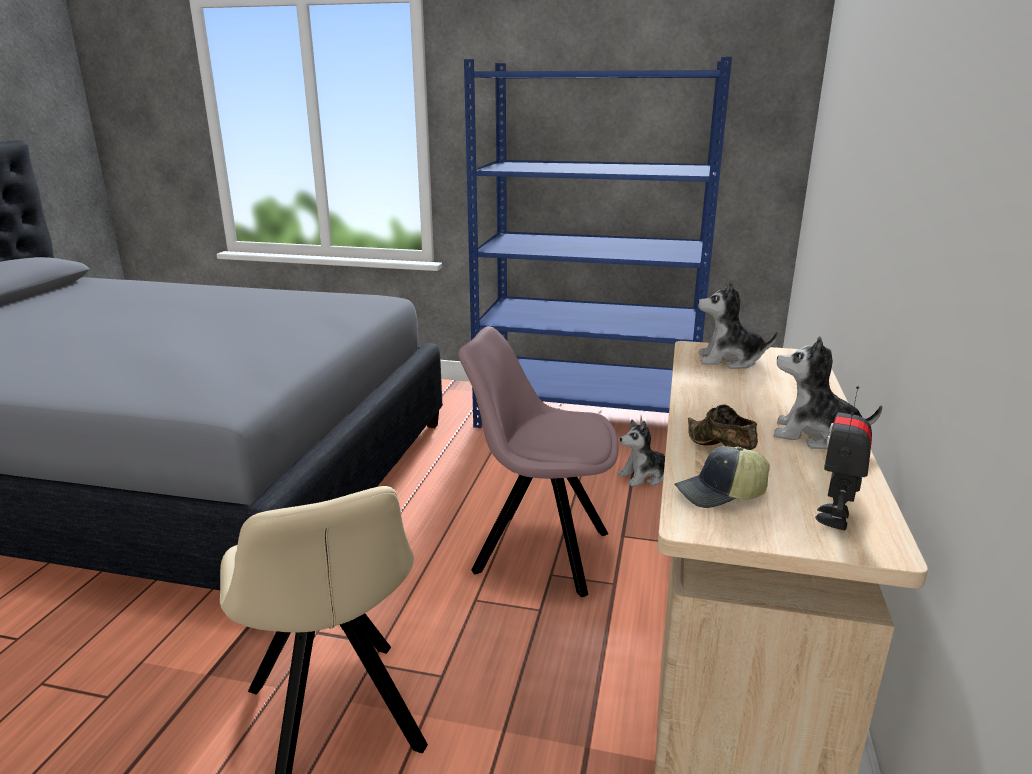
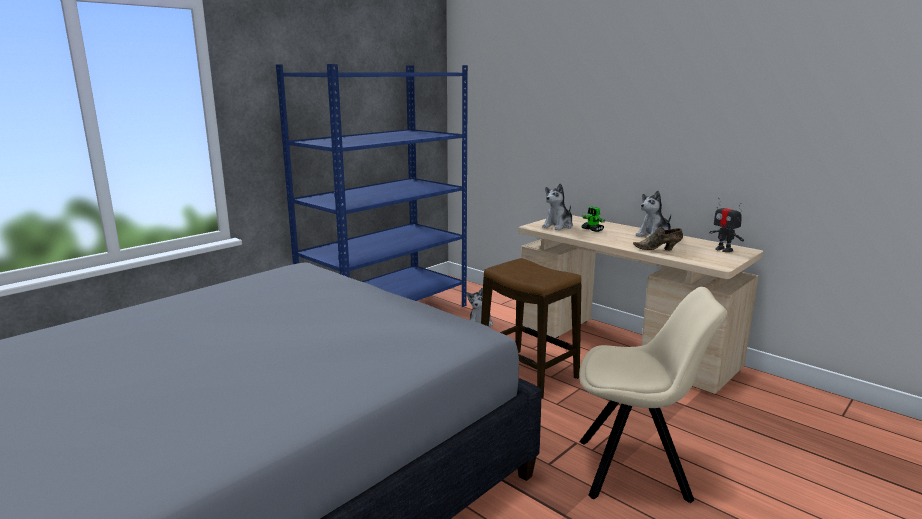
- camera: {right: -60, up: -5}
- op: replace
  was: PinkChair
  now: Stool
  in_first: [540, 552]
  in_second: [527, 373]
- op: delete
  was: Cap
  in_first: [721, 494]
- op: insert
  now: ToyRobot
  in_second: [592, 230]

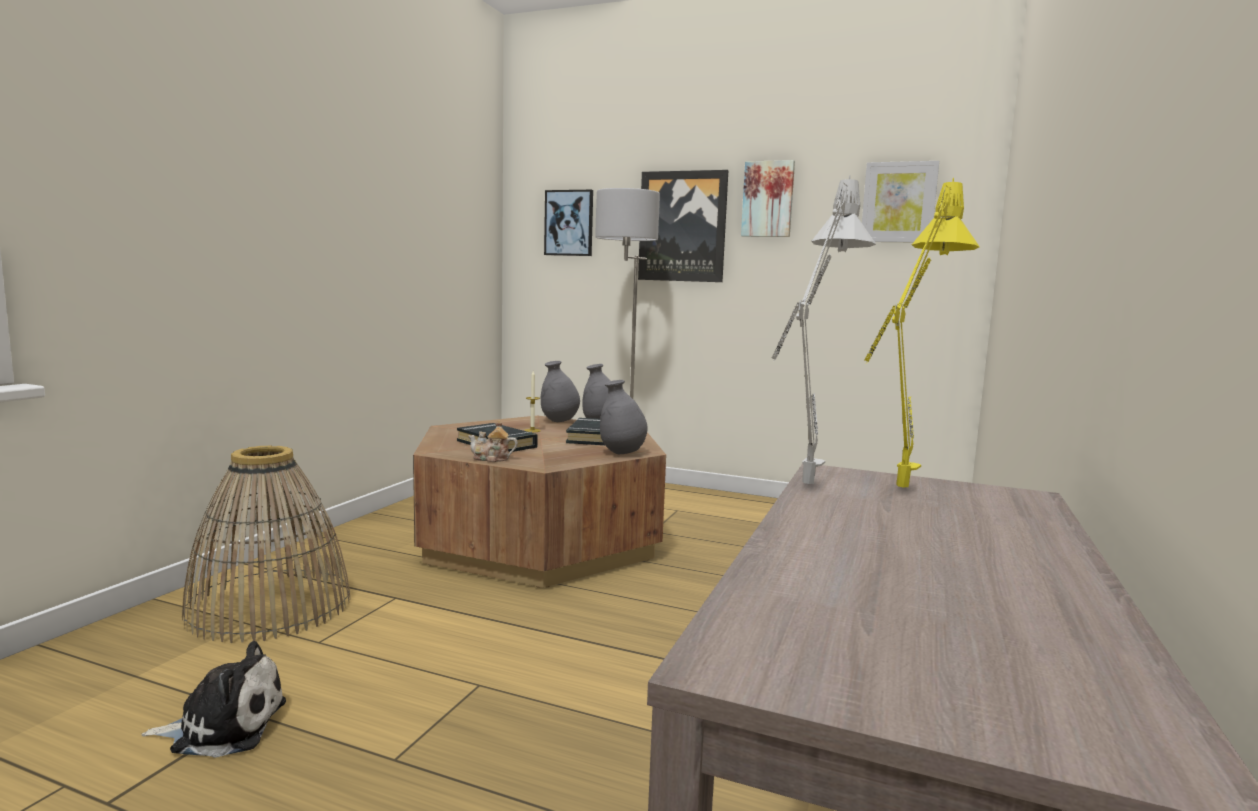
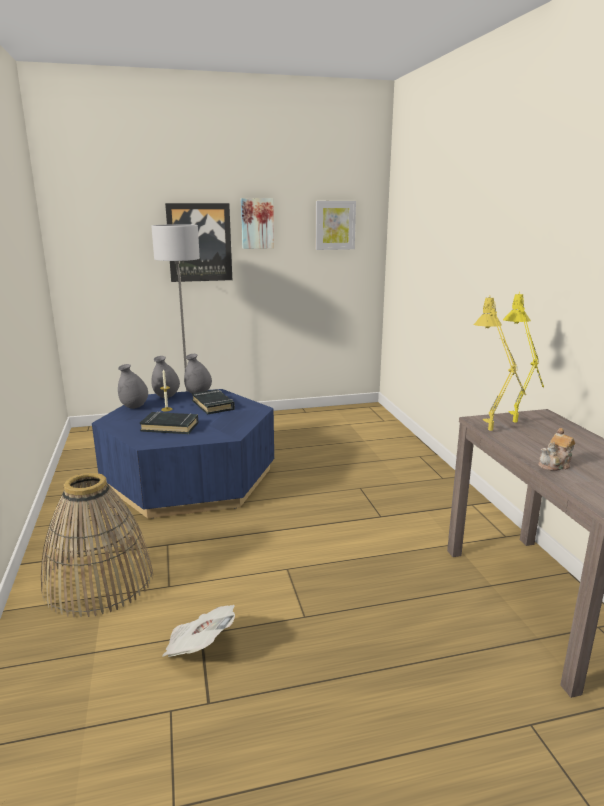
- camera: {right: -35, up: 10}
- op: replace
  was: PlushToy
  now: Newspaper
  in_first: [223, 726]
  in_second: [199, 646]
- op: recolor
  was: BrownCoffeeTable
  now: BlueCoffeeTable
  in_first: [539, 539]
  in_second: [190, 478]
- op: move
  was: Teapot
  in_first: [492, 459]
  in_second: [555, 465]
- op: delete
  was: Picture
  in_first: [569, 223]
- op: move
  was: GreyVase
  in_first: [622, 453]
  in_second: [134, 407]
- op: recolor
  was: GreyTableLamp
  now: YellowTableLamp
  in_first: [803, 491]
  in_second: [493, 434]

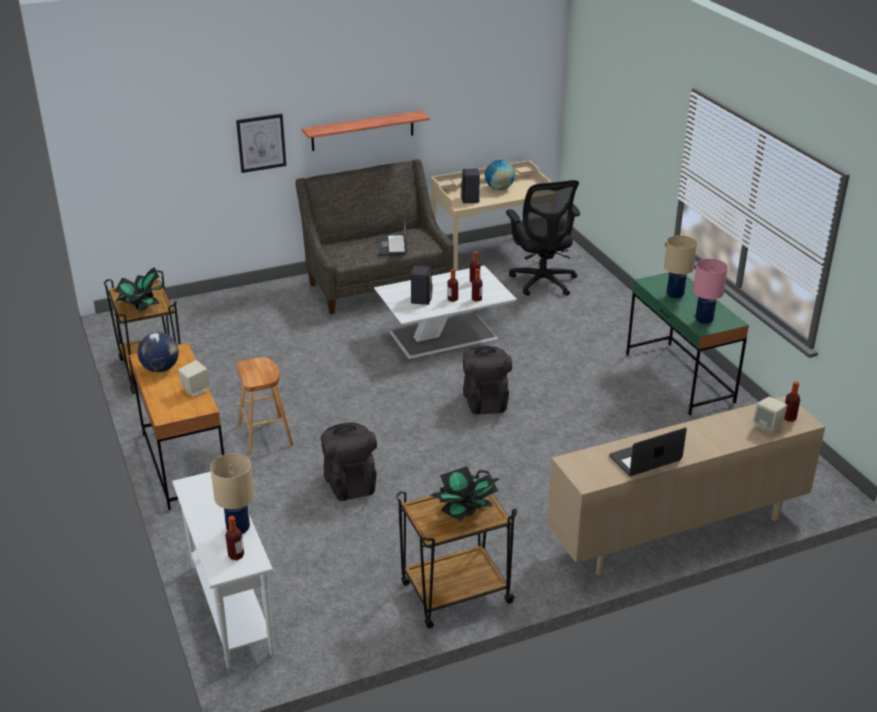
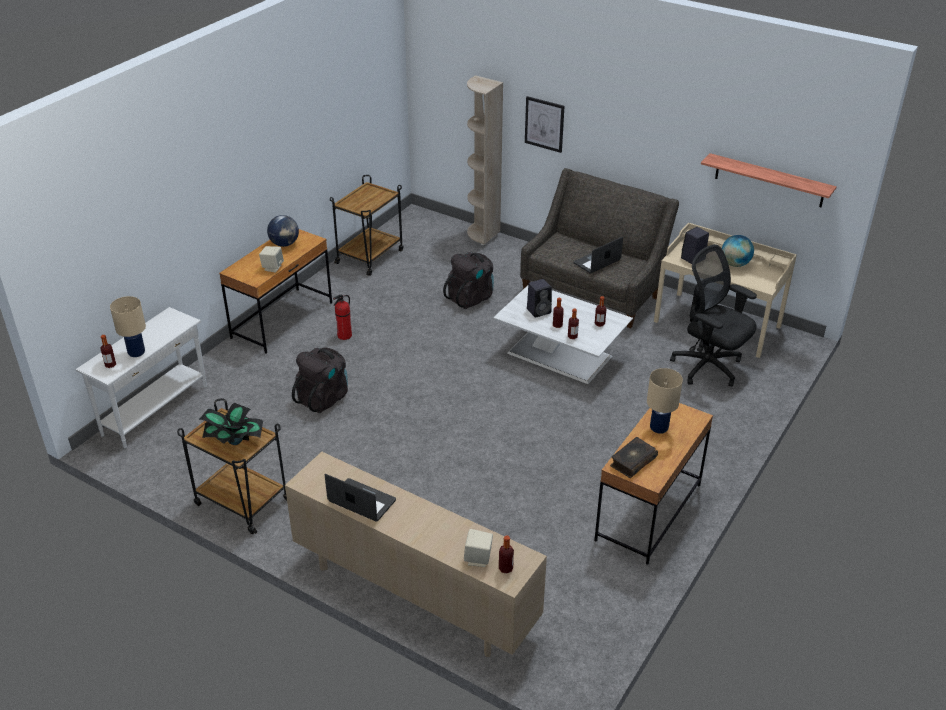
- camera: {right: 55, up: 5}
- op: delete
  was: PottedPlant
  in_first: [141, 308]
- op: replace
  was: BrownStool
  now: FireExtinguisher
  in_first: [265, 435]
  in_second: [344, 336]
- op: move
  was: Shelf
  in_first: [362, 131]
  in_second: [769, 180]
- op: move
  was: BlackBackpack
  in_first: [485, 401]
  in_second: [471, 297]
- op: rotate
  was: BlackOfficeChair
  in_first: [541, 280]
  in_second: [711, 368]
  clockwise: 90
- op: recolor
  was: GreenDesk
  now: BrownDesk
  in_first: [679, 378]
  in_second: [648, 512]
- op: replace
  was: PinkTableLamp
  now: Book
  in_first: [703, 320]
  in_second: [632, 462]
- op: insert
  now: BeigeBookcase
  in_second: [481, 237]

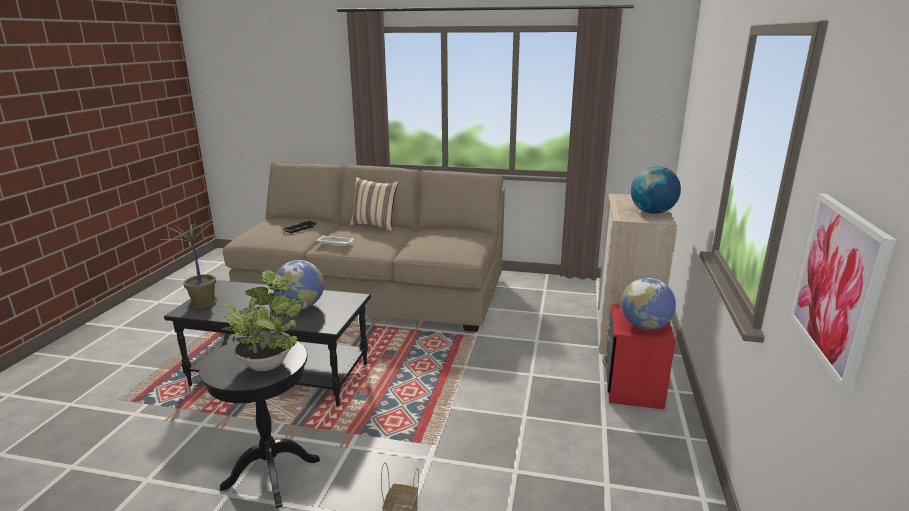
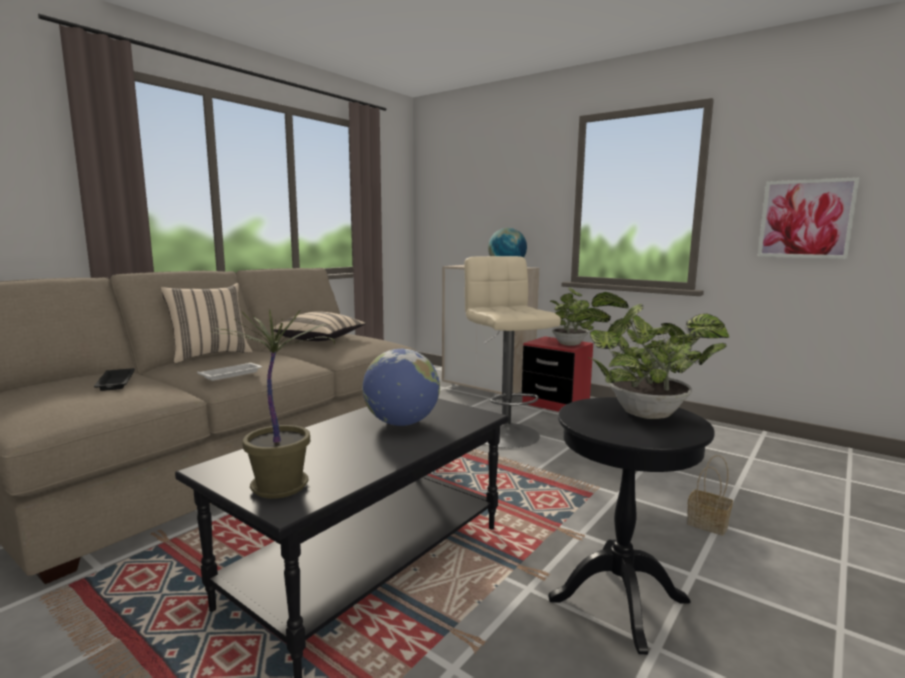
- camera: {right: -65, up: -10}
- op: replace
  was: Globe
  now: PottedPlant
  in_first: [644, 326]
  in_second: [569, 343]
- op: insert
  now: BeigePillow
  in_second: [320, 340]
- op: insert
  now: BeigeStool
  in_second: [506, 435]

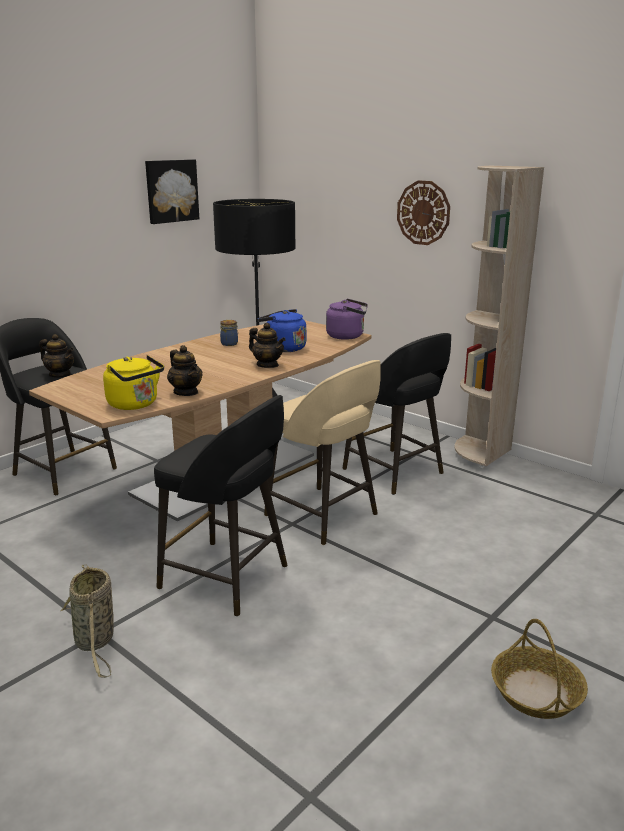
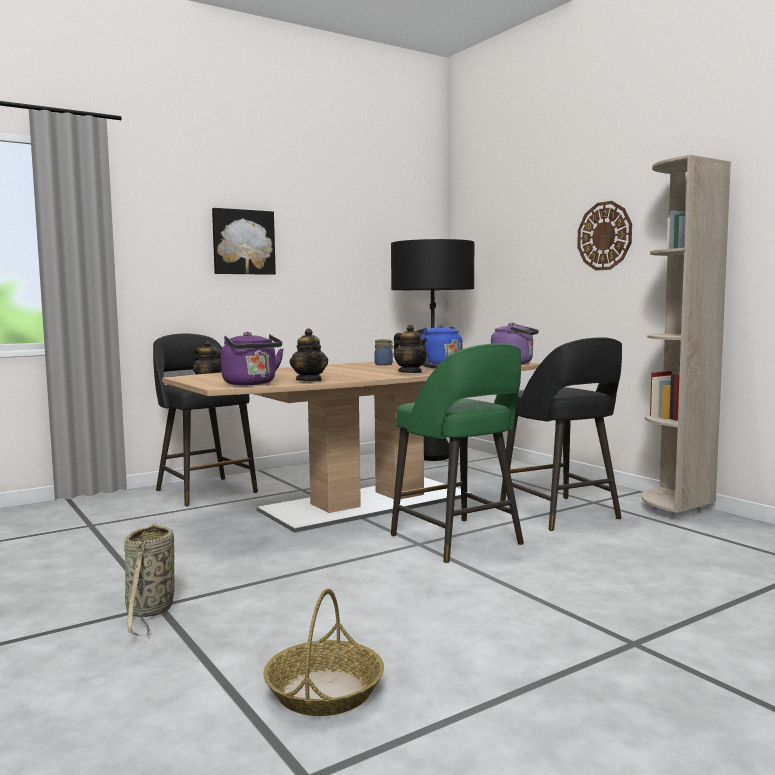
- camera: {right: 15, up: -15}
- op: recolor
  was: YellowKettle
  now: PurpleKettle
  in_first: [135, 404]
  in_second: [251, 384]
- op: move
  was: Picture
  in_first: [171, 191]
  in_second: [243, 242]
- op: delete
  was: BlackStool
  in_first: [227, 578]
- op: recolor
  was: BeigeStool
  now: GreenStool
  in_first: [323, 516]
  in_second: [458, 541]
- op: move
  was: Basket
  in_first: [536, 693]
  in_second: [324, 692]

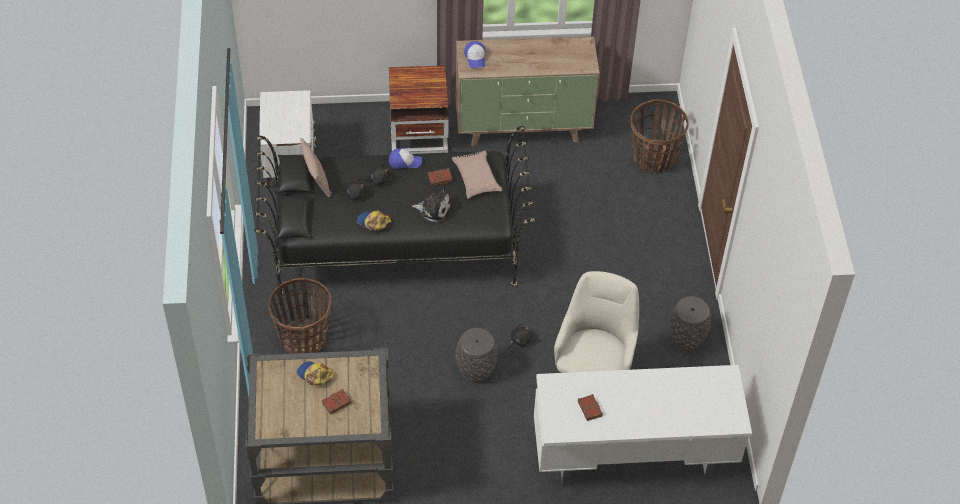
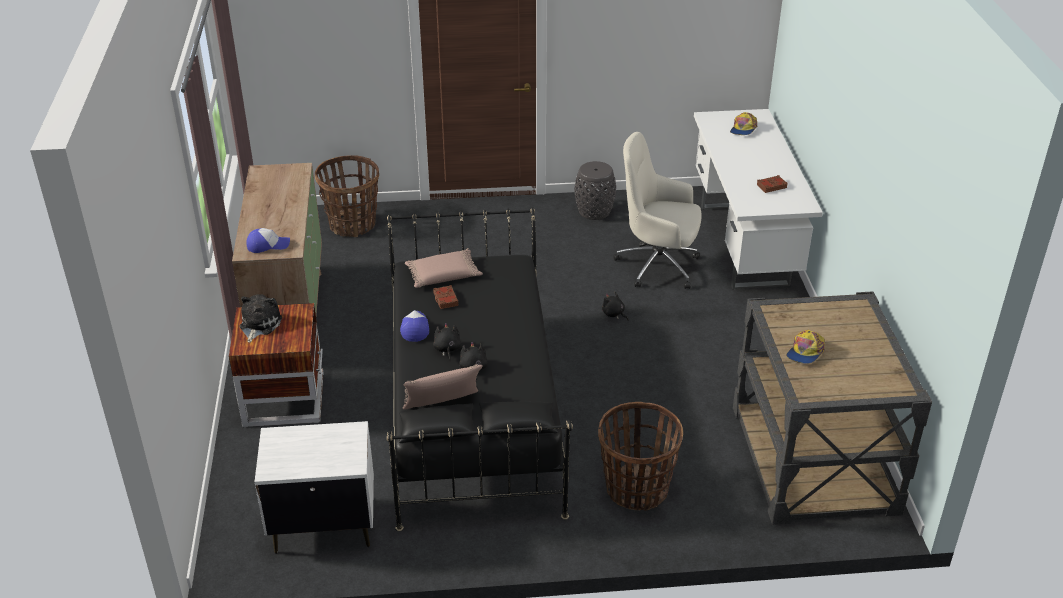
- camera: {right: -90, up: -15}
- op: delete
  was: BrownBook
  in_first: [336, 403]
- op: move
  was: Cap
  in_first: [373, 222]
  in_second: [743, 129]
- op: move
  was: PlushToy
  in_first: [433, 209]
  in_second: [259, 325]
- op: delete
  was: GreyStool
  in_first: [476, 369]

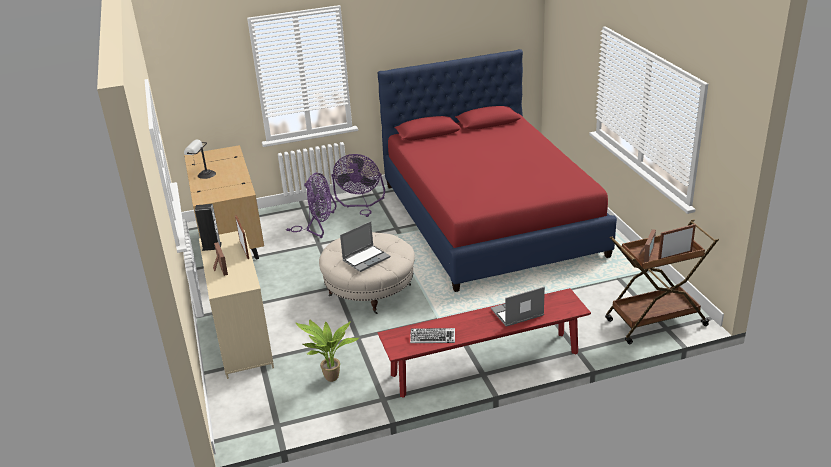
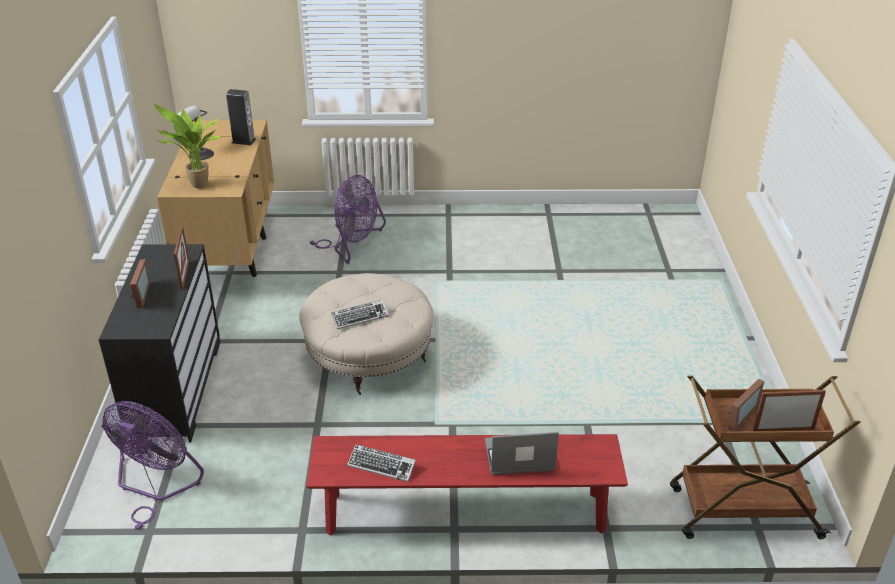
- camera: {right: 15, up: 5}
- op: move
  was: Speaker
  in_first: [211, 246]
  in_second: [243, 141]
- op: recolor
  was: BeigeDresser
  now: BlackDresser
  in_first: [242, 339]
  in_second: [175, 388]
- op: move
  was: PottedPlant
  in_first: [331, 379]
  in_second: [197, 186]
- op: move
  was: PurpleFan
  in_first: [360, 203]
  in_second: [151, 485]
- op: replace
  was: Laptop
  now: Keyboard
  in_first: [366, 259]
  in_second: [359, 317]
- op: delete
  was: RedBed
  in_first: [489, 219]

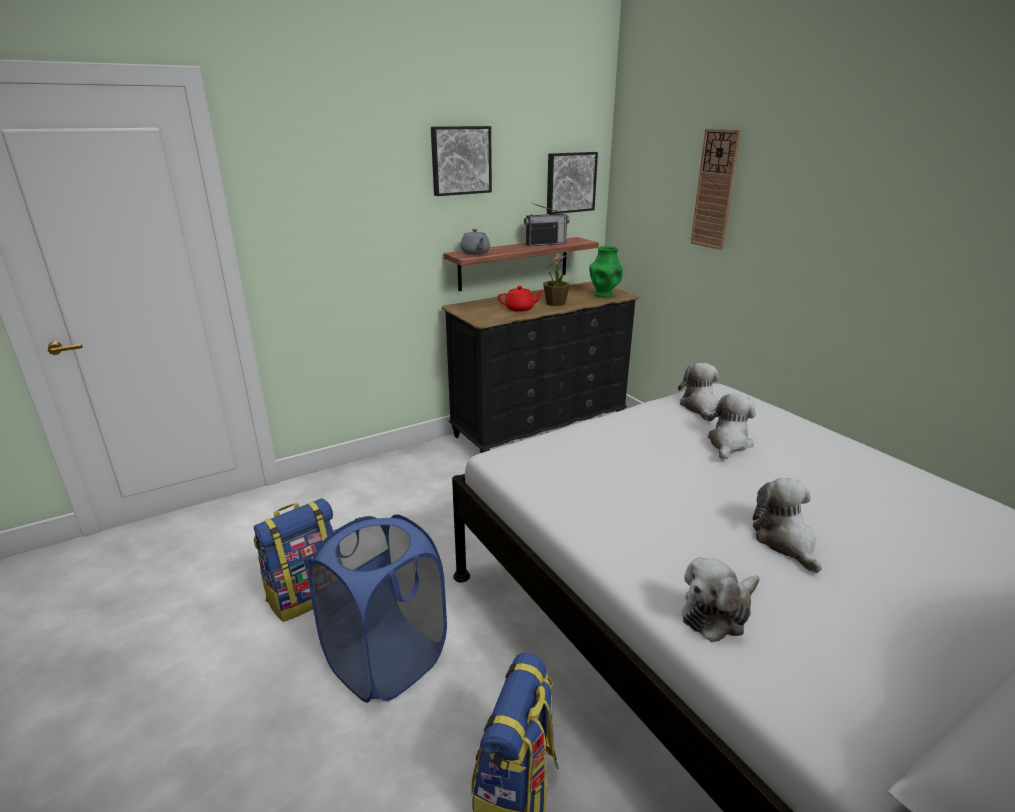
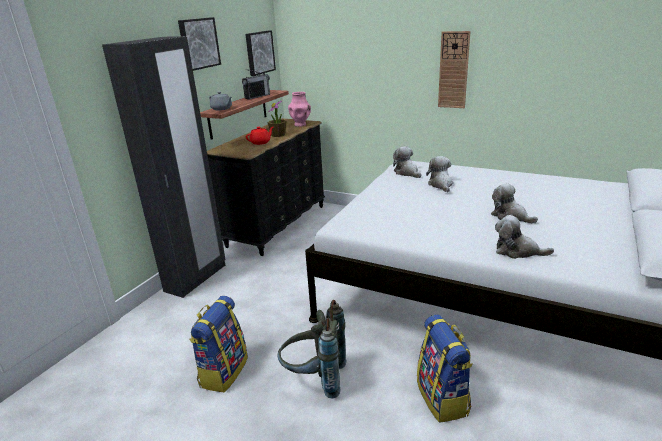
- camera: {right: -30, up: 0}
- op: replace
  was: BlueLaundryBasket
  now: GreyBackpack
  in_first: [386, 661]
  in_second: [315, 379]
- op: recolor
  was: GreenVase
  now: PinkVase
  in_first: [604, 295]
  in_second: [300, 125]
- op: rotate
  was: PlushToy
  in_first: [718, 612]
  in_second: [517, 251]
  clockwise: 90
- op: move
  was: WallClock
  in_first: [715, 190]
  in_second: [453, 70]
- op: insert
  now: BlackWardrobe
  in_second: [196, 278]

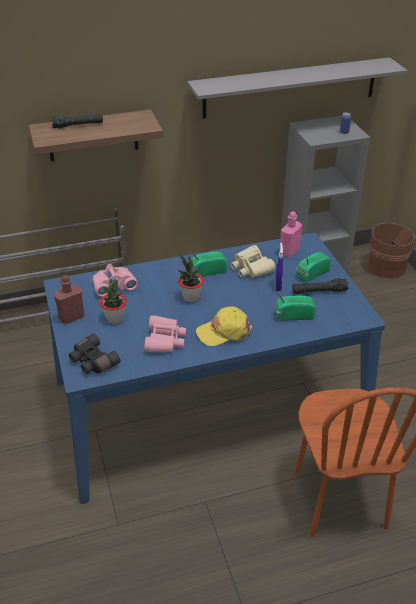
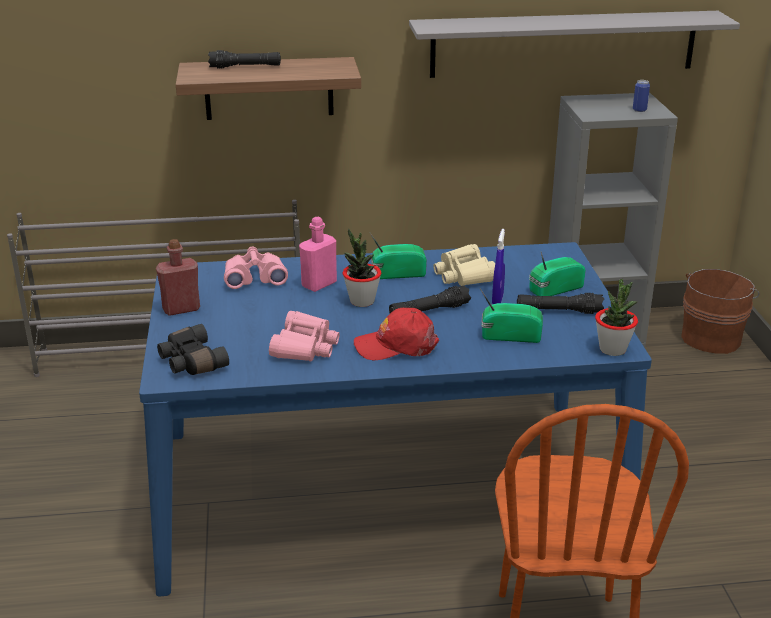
- camera: {right: 10, up: -10}
- op: move
  was: PottedPlant
  in_first: [115, 319]
  in_second: [612, 349]
- op: recolor
  was: YellowCap
  now: RedCap
  in_first: [224, 332]
  in_second: [396, 345]
- op: move
  was: PinkBottle
  in_first: [289, 251]
  in_second: [319, 284]
- op: insert
  now: BlackFlashlight
  in_second: [429, 311]

